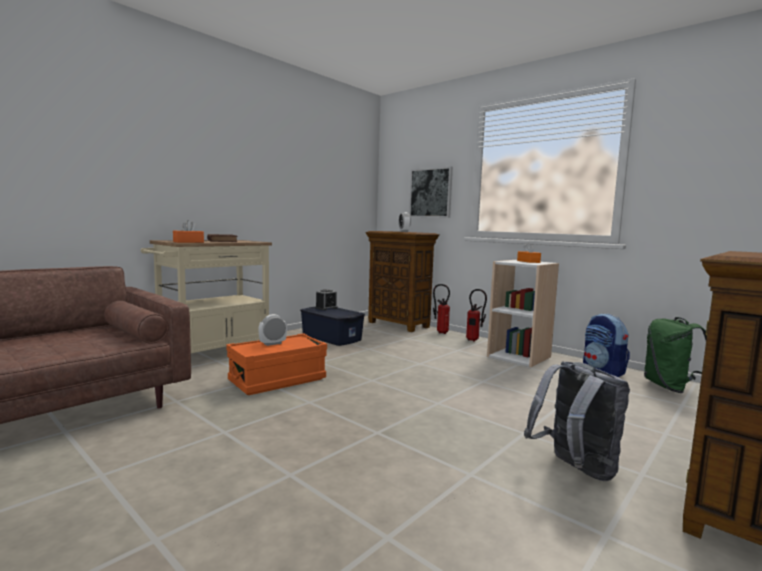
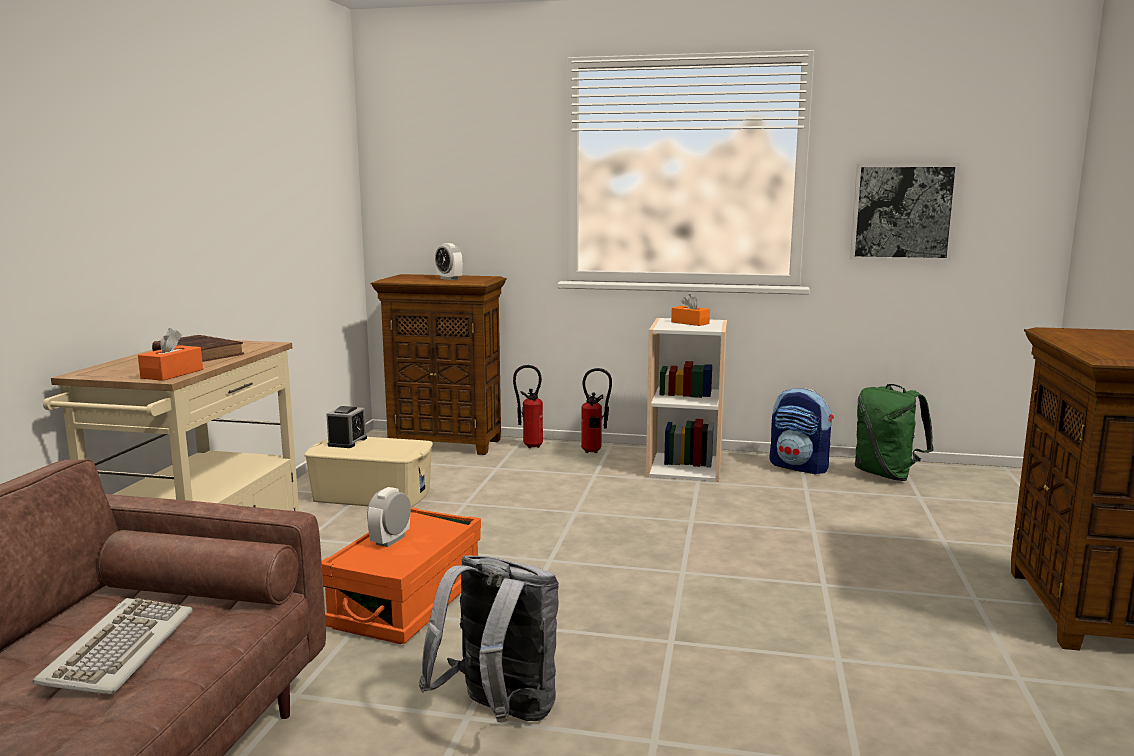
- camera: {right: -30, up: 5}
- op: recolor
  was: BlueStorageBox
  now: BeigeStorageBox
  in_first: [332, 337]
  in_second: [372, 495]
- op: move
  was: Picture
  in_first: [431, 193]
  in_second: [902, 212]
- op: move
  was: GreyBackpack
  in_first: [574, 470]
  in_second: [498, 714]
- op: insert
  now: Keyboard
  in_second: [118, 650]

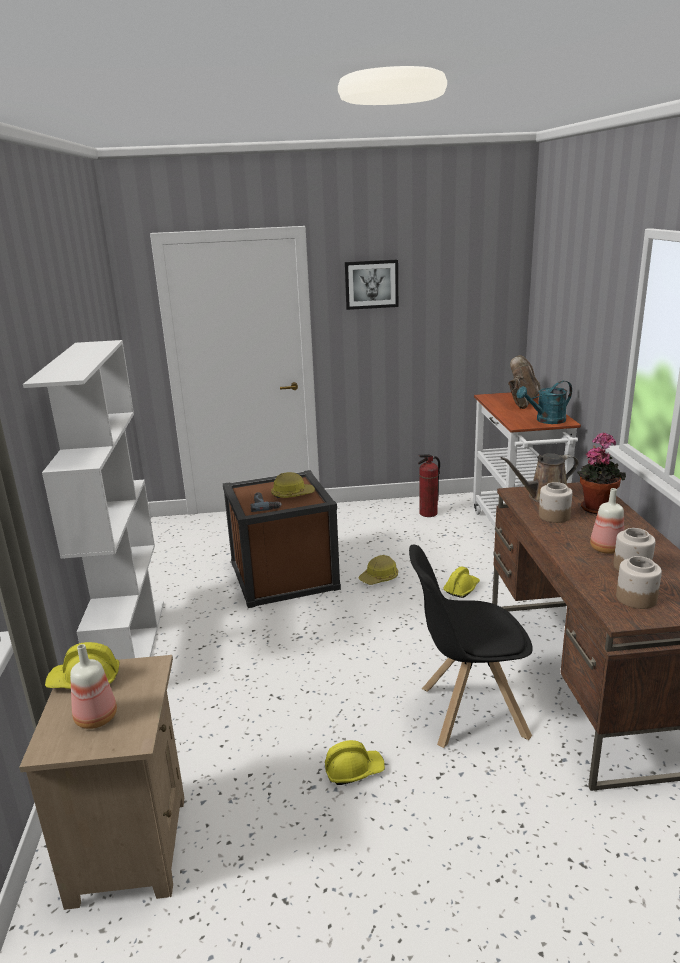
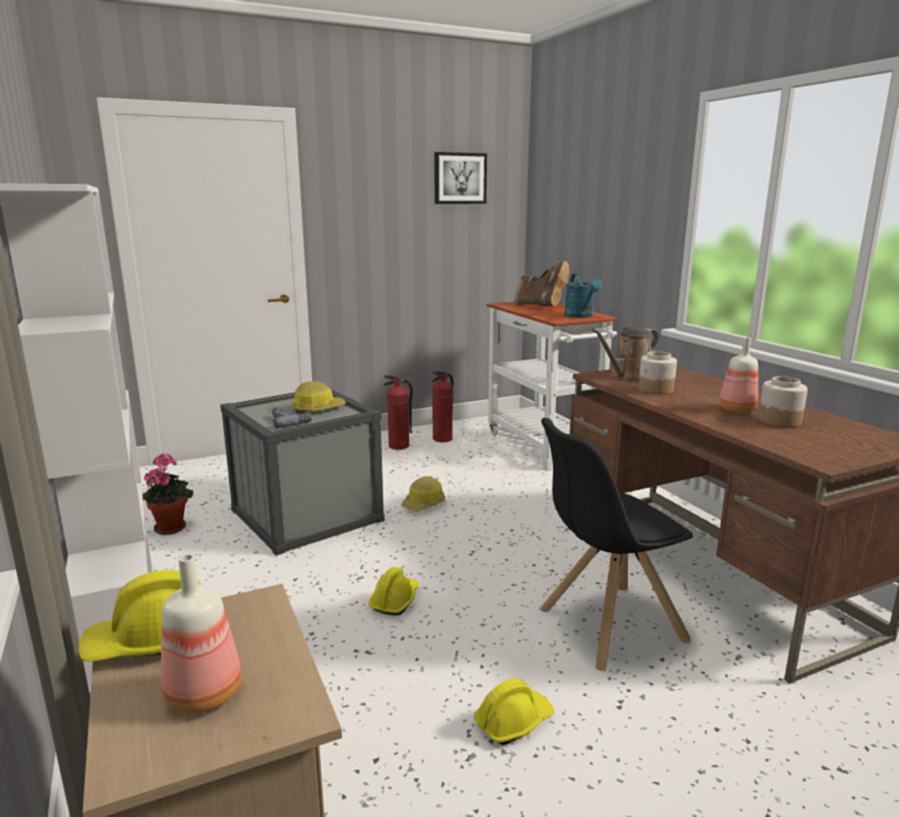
- camera: {right: -20, up: -5}
- op: recolor
  was: BrownStorageBox
  now: GreyStorageBox
  in_first: [284, 575]
  in_second: [307, 515]
- op: move
  was: Picture
  in_first: [371, 284]
  in_second: [460, 178]
- op: move
  was: YellowHardHat
  in_first: [461, 588]
  in_second: [395, 600]
- op: rotate
  was: BrownBoot
  in_first: [522, 402]
  in_second: [541, 306]
  clockwise: 120
- op: rotate
  was: TurquoiseWateringCan
  in_first: [546, 420]
  in_second: [581, 316]
  clockwise: -60
- op: move
  was: PottedPlant
  in_first: [596, 507]
  in_second: [171, 527]
- op: delete
  was: Jar
  in_first: [635, 599]
- op: insert
  now: FireExtinguisher
  in_second: [398, 446]

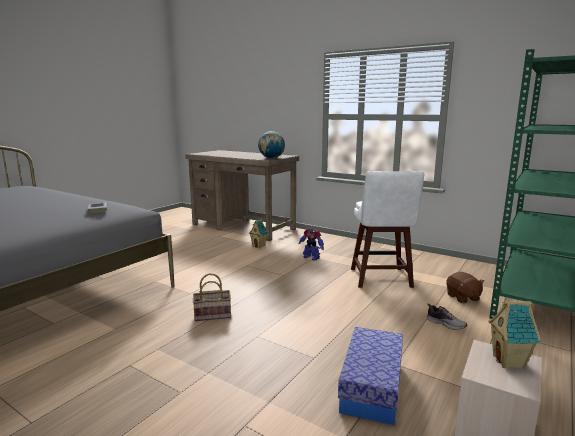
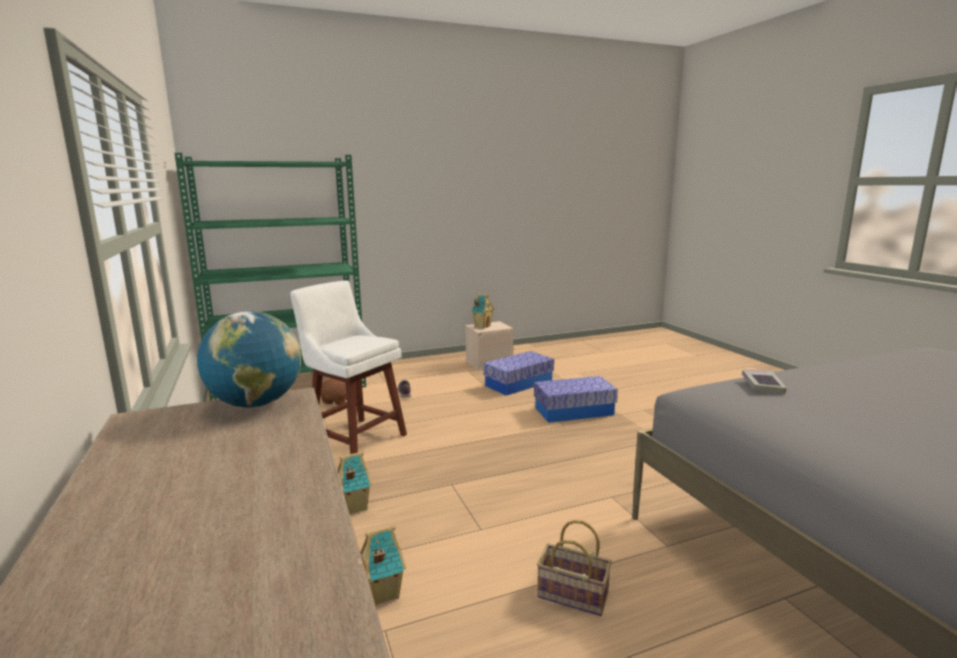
- camera: {right: -145, up: 0}
- op: move
  was: Basket
  in_first: [213, 314]
  in_second: [570, 595]
- op: replace
  was: ToyRobot
  now: ToyHouse
  in_first: [311, 257]
  in_second: [354, 507]
- op: rotate
  was: WhiteChair
  in_first: [381, 279]
  in_second: [354, 438]
  clockwise: -90
- op: insert
  now: StorageBox
  in_second: [574, 411]

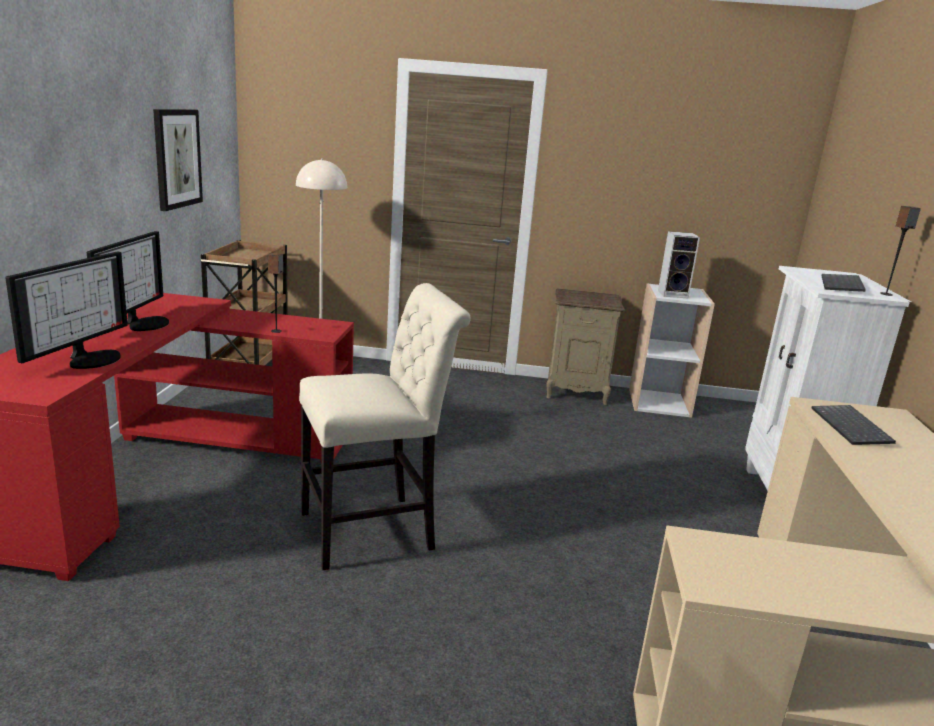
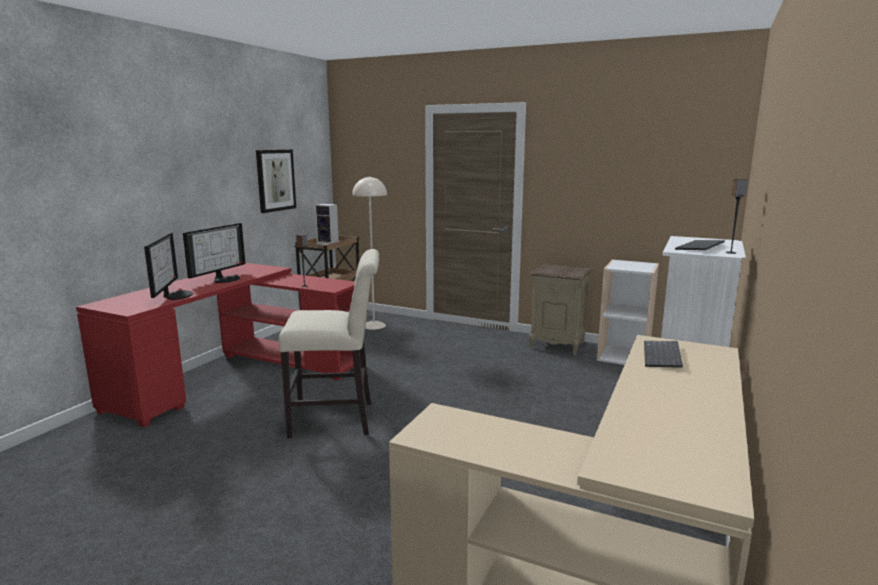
- camera: {right: 20, up: -5}
- op: rotate
  was: Monitor
  in_first: [91, 358]
  in_second: [175, 295]
  clockwise: -45
- op: move
  was: Speaker
  in_first: [674, 294]
  in_second: [328, 244]

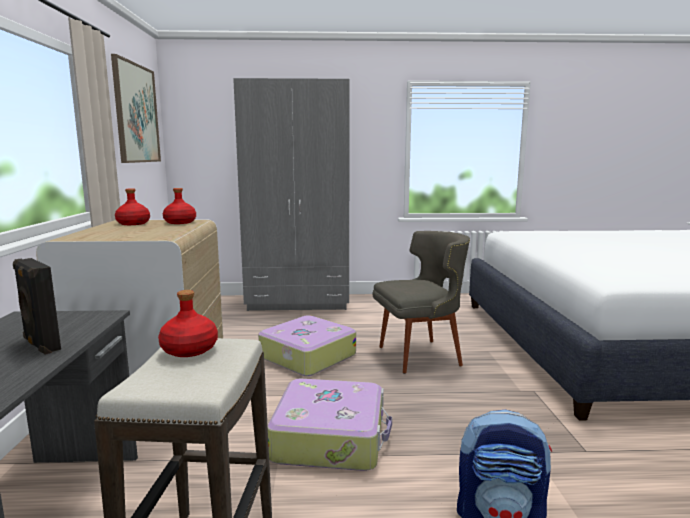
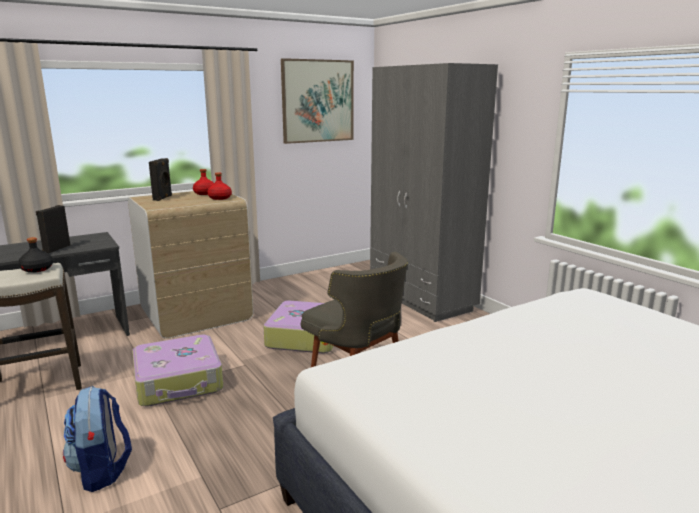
- camera: {right: 60, up: 5}
- op: recolor
  was: RedBottle
  now: BlackBottle
  in_first: [189, 350]
  in_second: [36, 269]
- op: insert
  now: BlackSpeaker
  in_second: [163, 198]

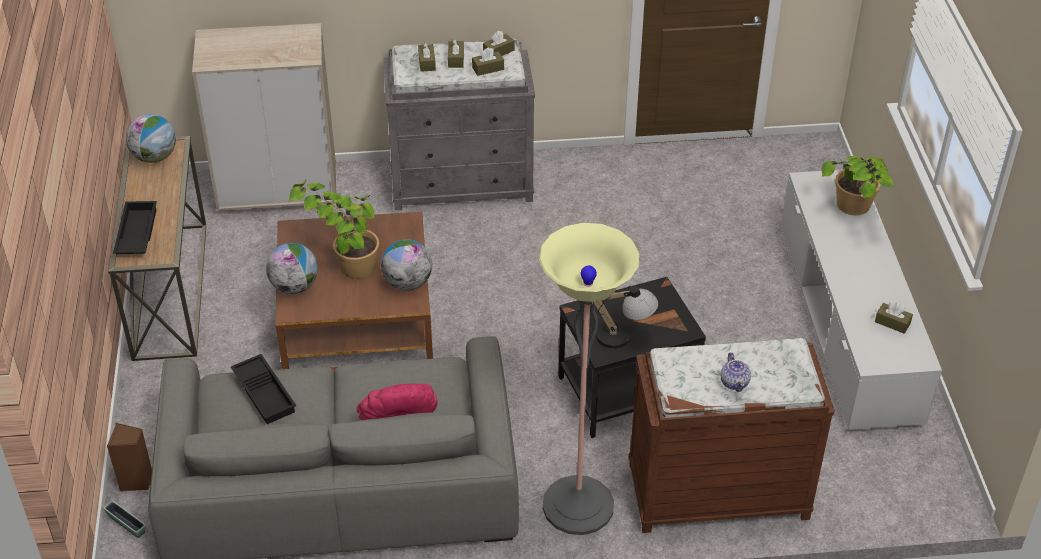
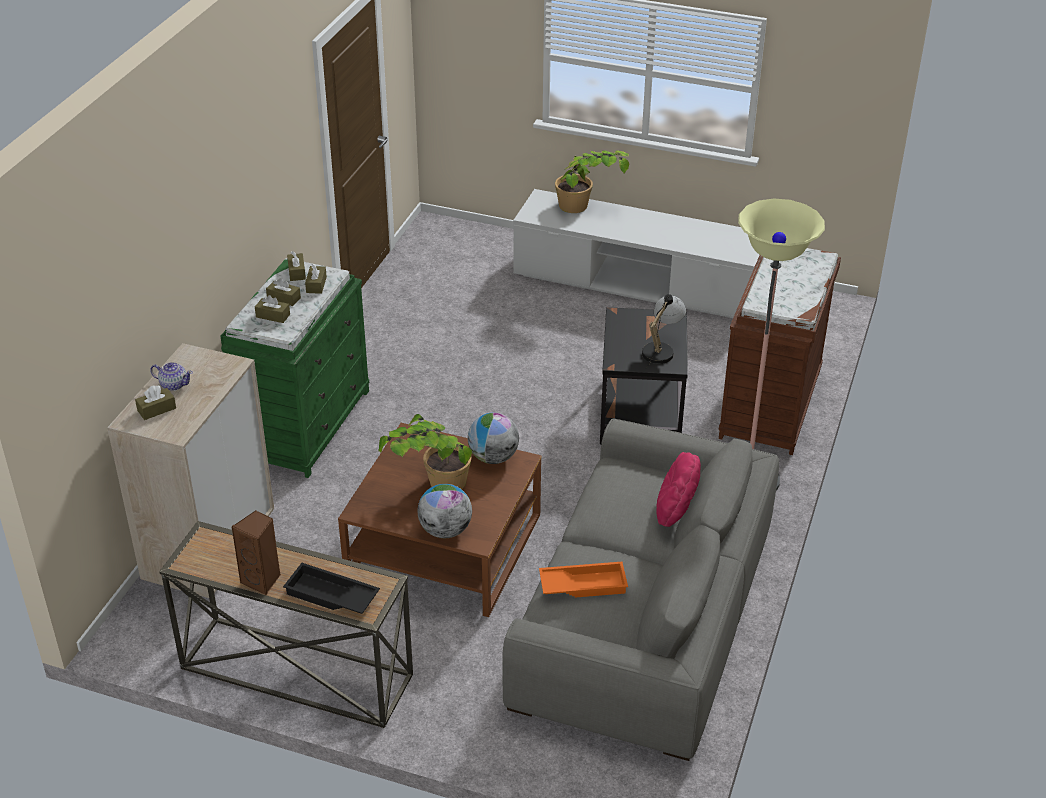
- camera: {right: -65, up: -5}
- op: delete
  was: Planter
  in_first: [126, 524]
- op: move
  was: BrownSpeaker
  in_first: [137, 481]
  in_second: [262, 580]
- op: delete
  was: Globe
  in_first: [155, 157]
- op: recolor
  was: BlackTray
  now: OrangeTray
  in_first: [265, 393]
  in_second: [583, 584]
- op: recolor
  was: GreyDresser
  now: GreenDresser
  in_first: [462, 182]
  in_second: [306, 424]
- op: move
  was: Teapot
  in_first: [734, 382]
  in_second: [173, 384]
- op: move
  was: BrownTissueBox
  in_first: [892, 323]
  in_second: [156, 409]

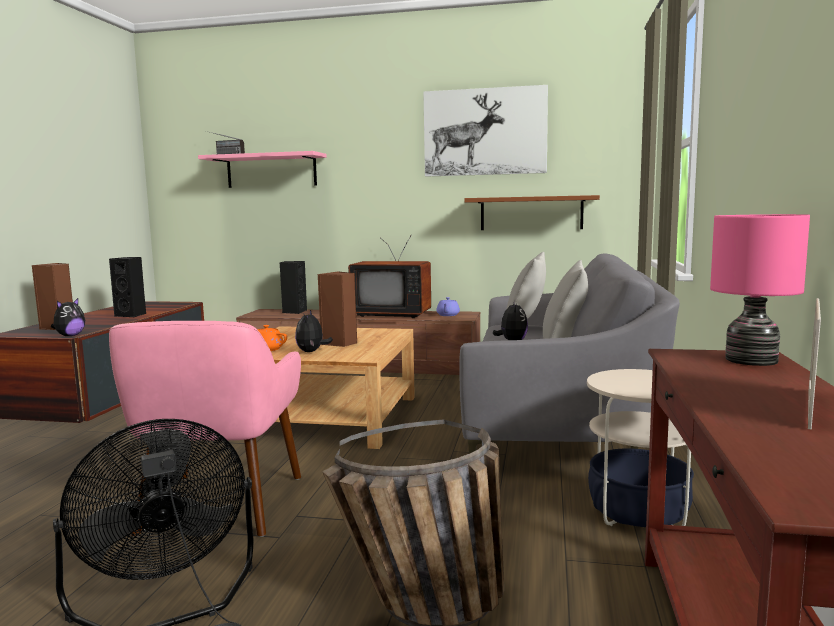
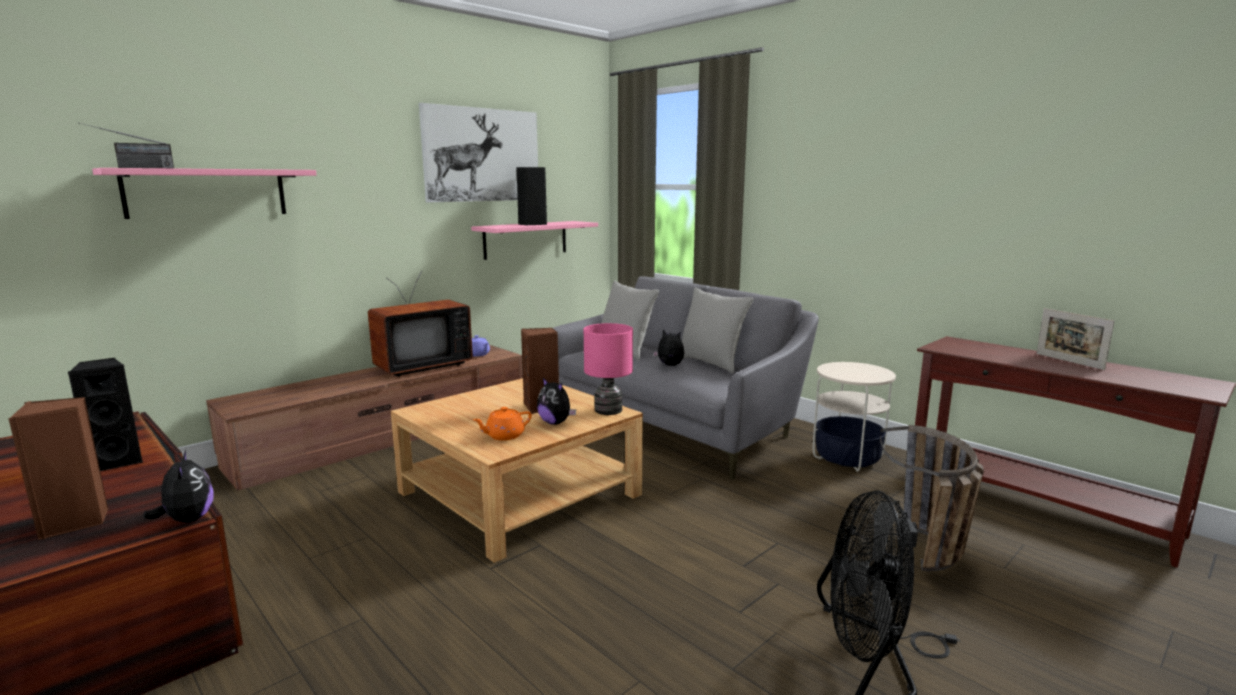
- camera: {right: -55, up: 5}
- op: delete
  was: PinkArmchair
  in_first: [220, 505]
- op: move
  was: BlackSpeaker
  in_first: [294, 312]
  in_second: [531, 224]
- op: recolor
  was: BrownShelf
  now: PinkShelf
  in_first: [531, 213]
  in_second: [526, 239]
- op: move
  was: PinkTableLamp
  in_first: [751, 360]
  in_second: [608, 410]

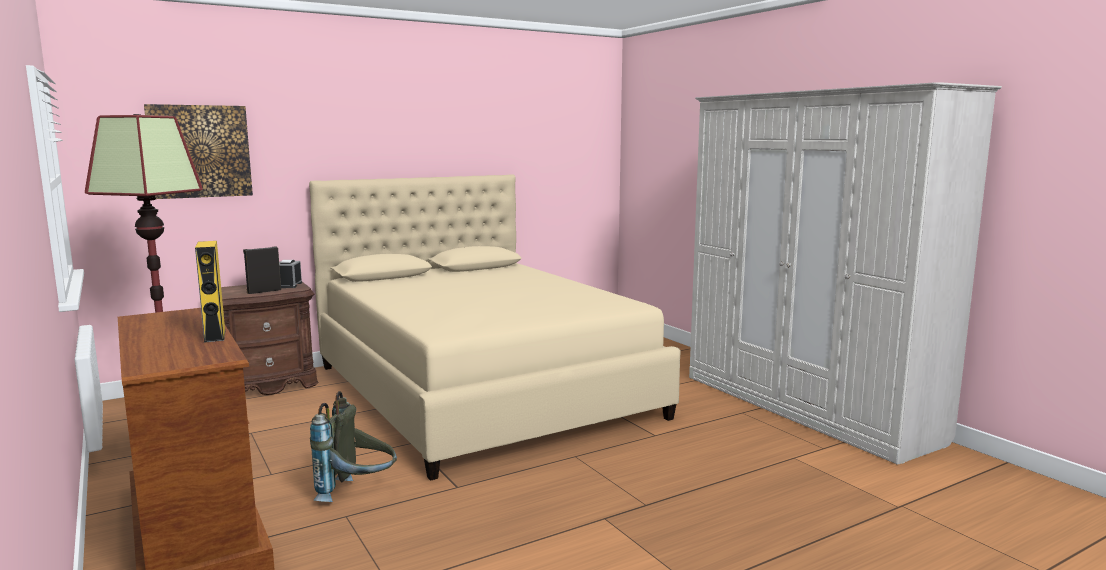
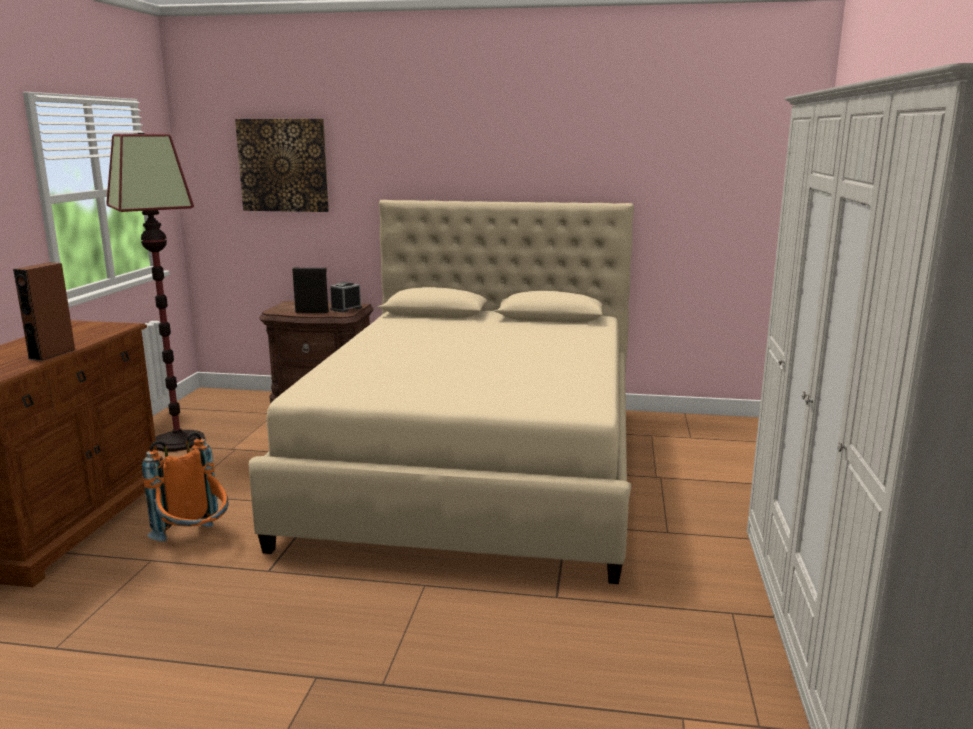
- camera: {right: 40, up: 5}
- op: recolor
  was: YellowSpeaker
  now: BrownSpeaker
  in_first: [215, 335]
  in_second: [52, 354]
- op: recolor
  was: GreyBackpack
  now: OrangeBackpack
  in_first: [358, 493]
  in_second: [195, 541]

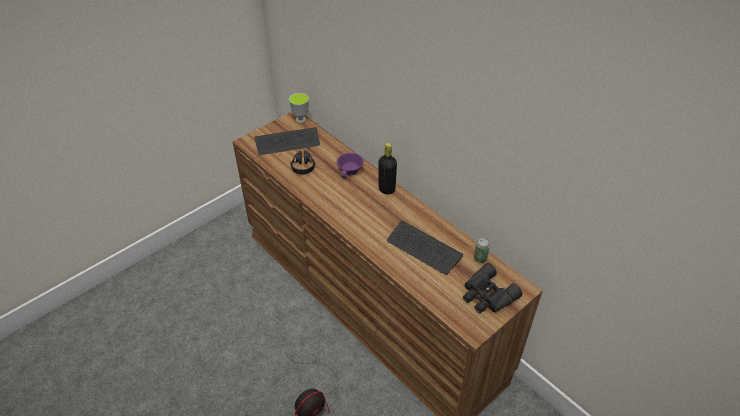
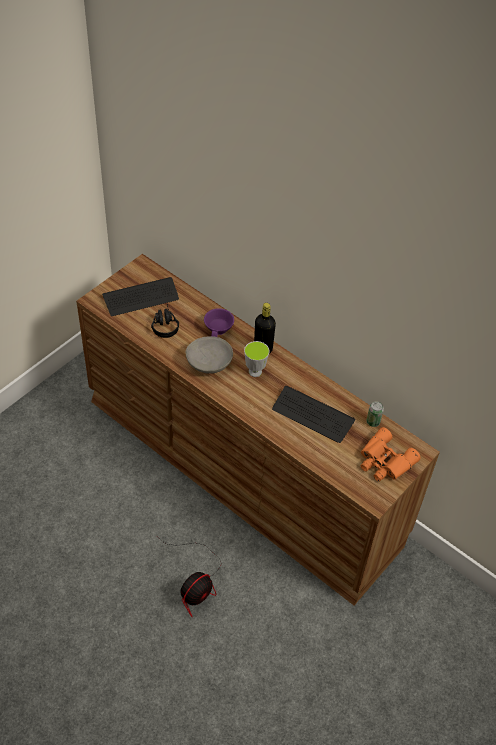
- camera: {right: -10, up: 5}
- op: move
  was: Cup
  in_first: [300, 119]
  in_second: [255, 371]
- op: recolor
  was: BlackBinoculars
  now: OrangeBinoculars
  in_first: [487, 295]
  in_second: [384, 462]
- op: insert
  now: GreyBowl
  in_second: [209, 364]

